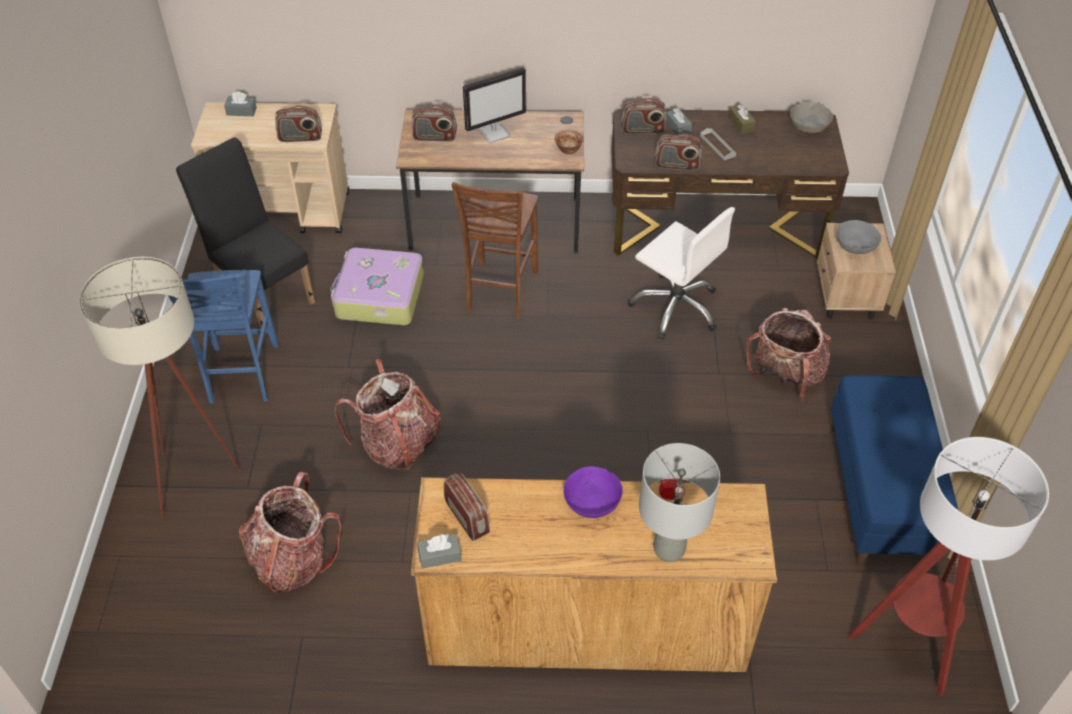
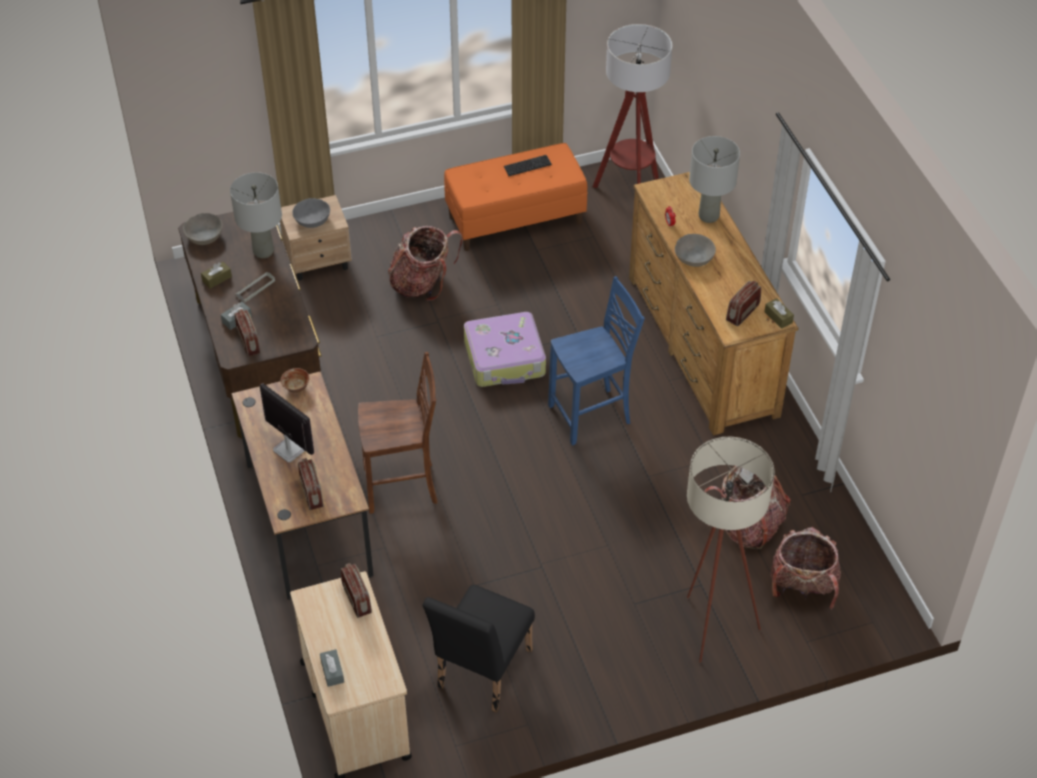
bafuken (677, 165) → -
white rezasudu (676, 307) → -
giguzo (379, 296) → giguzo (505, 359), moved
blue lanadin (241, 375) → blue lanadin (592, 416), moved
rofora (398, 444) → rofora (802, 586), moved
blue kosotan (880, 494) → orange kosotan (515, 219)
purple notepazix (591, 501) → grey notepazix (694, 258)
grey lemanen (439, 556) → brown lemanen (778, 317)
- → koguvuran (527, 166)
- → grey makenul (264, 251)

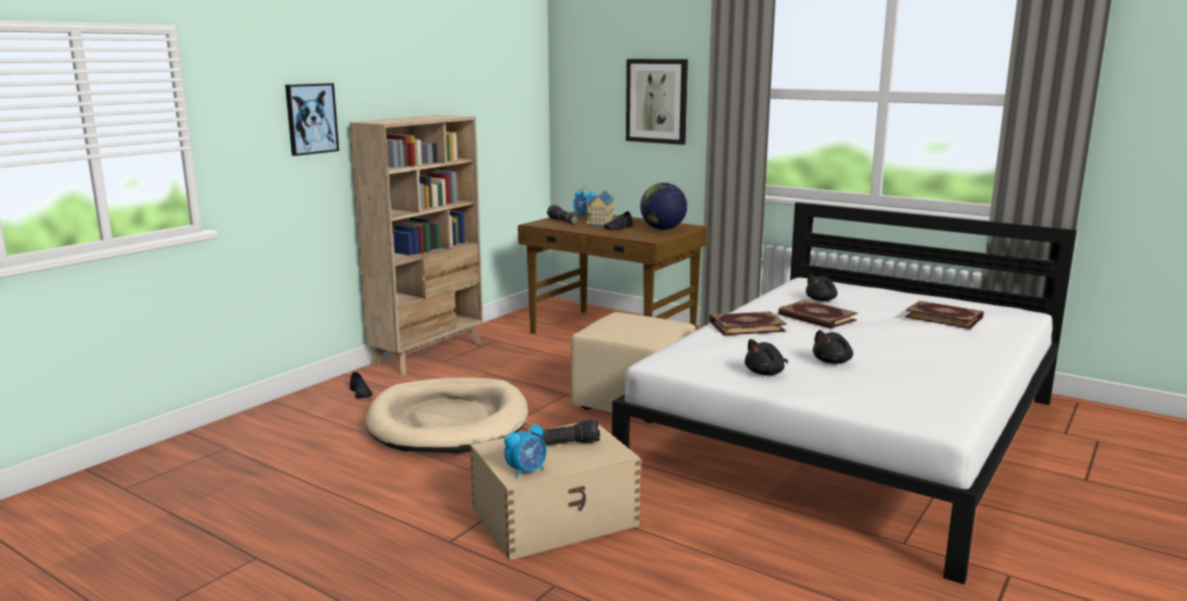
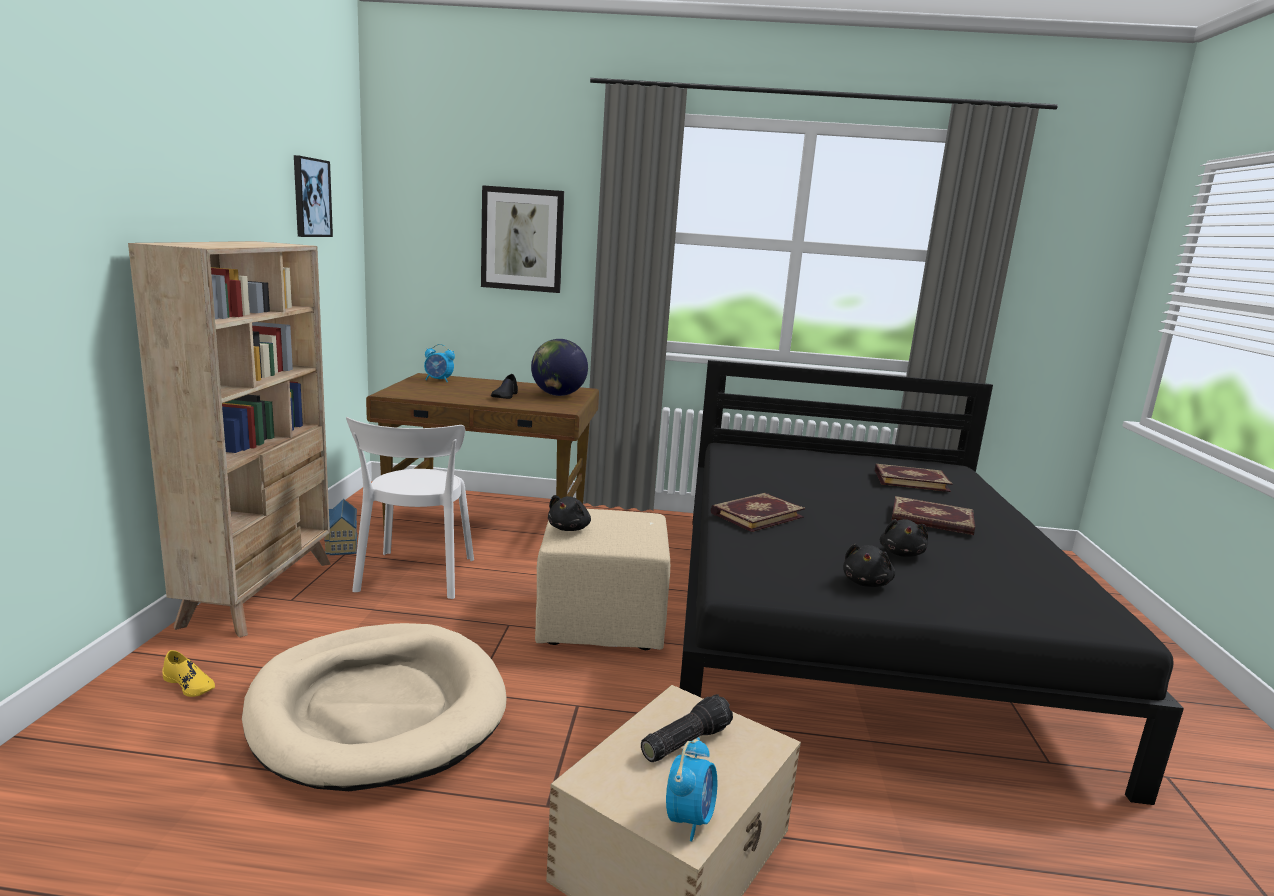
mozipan (311, 118) → mozipan (311, 197), moved
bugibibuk (599, 222) → bugibibuk (340, 544), moved
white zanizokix (852, 435) → black zanizokix (855, 621)
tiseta (562, 221) → -
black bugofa (822, 300) → black bugofa (569, 528), moved
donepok (816, 317) → donepok (931, 520), moved
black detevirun (361, 393) → yellow detevirun (189, 684)
- → white lanadin (414, 577)

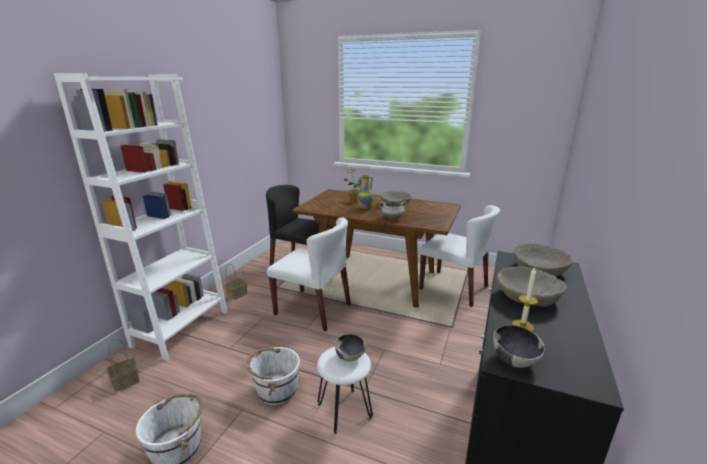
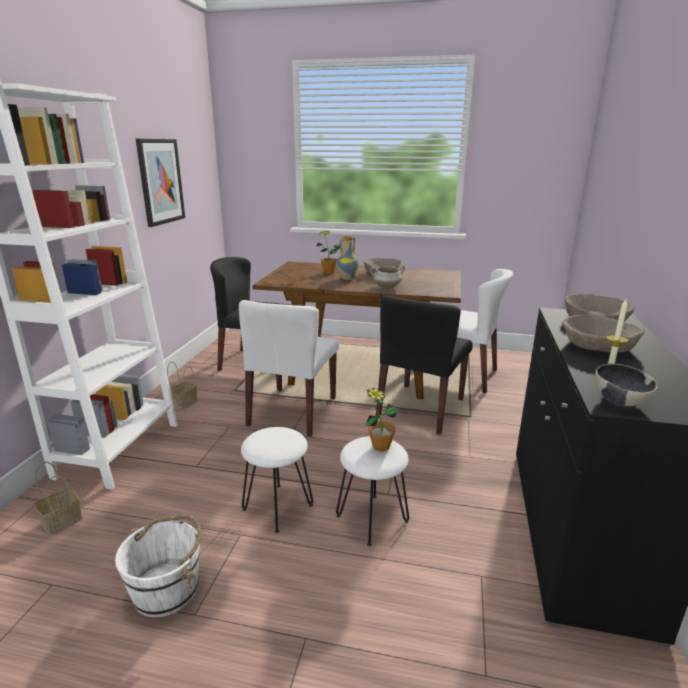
white lanadin (313, 309) → white lanadin (293, 412), 90 degrees clockwise
notepazix (350, 356) → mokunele (381, 447)
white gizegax (276, 390) → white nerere (277, 506)
- → mozipan (160, 181)
- → black lanadin (420, 408)

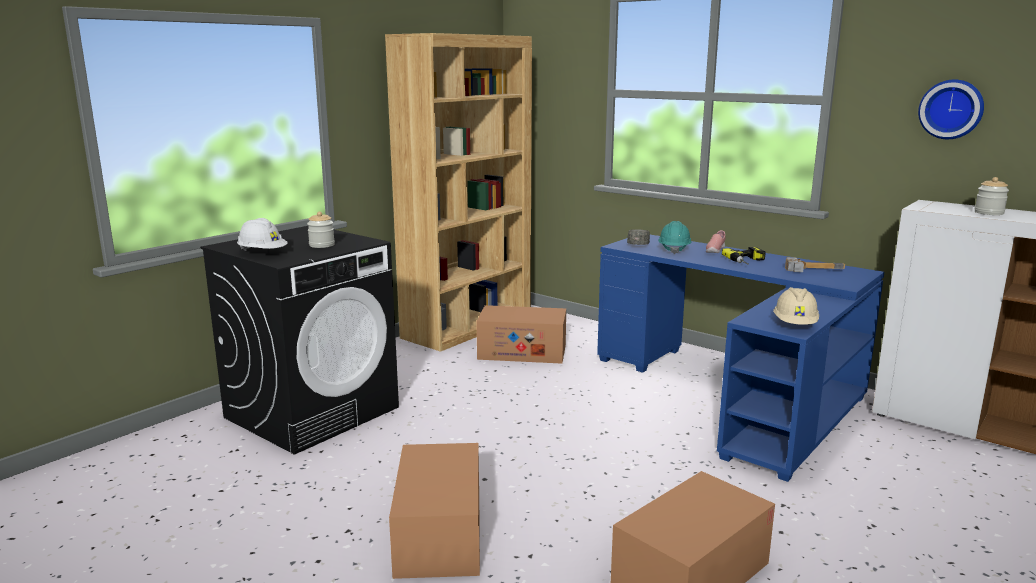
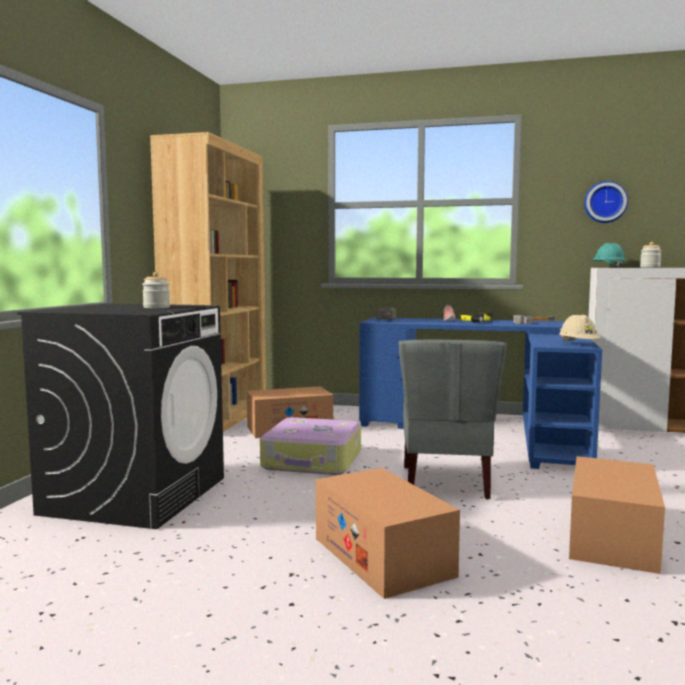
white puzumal (263, 253) → -
turquoise puzumal (674, 249) → turquoise puzumal (608, 267), moved
- → grey lanadin (447, 483)
- → giguzo (313, 460)

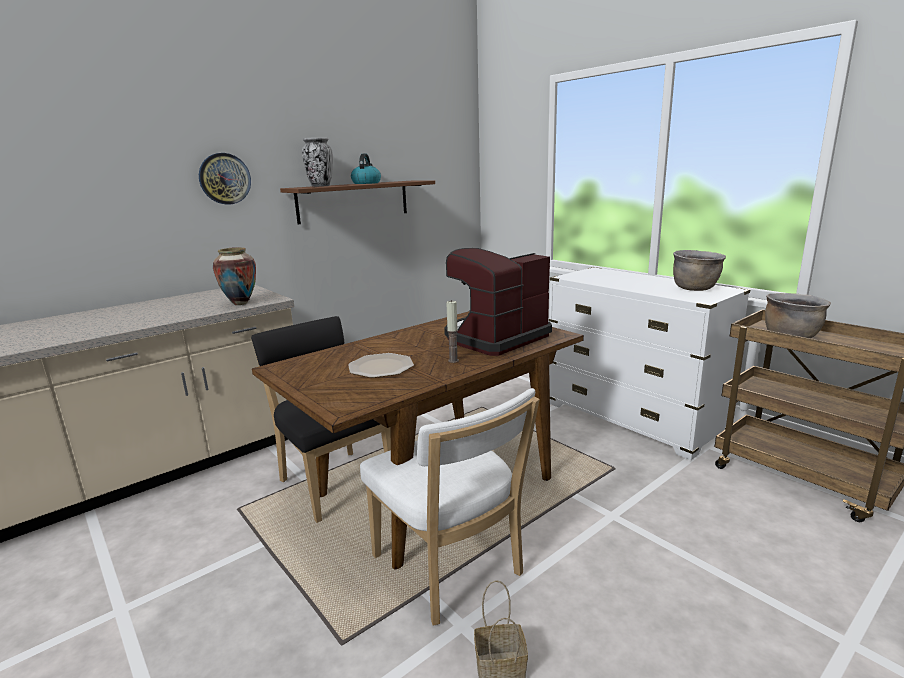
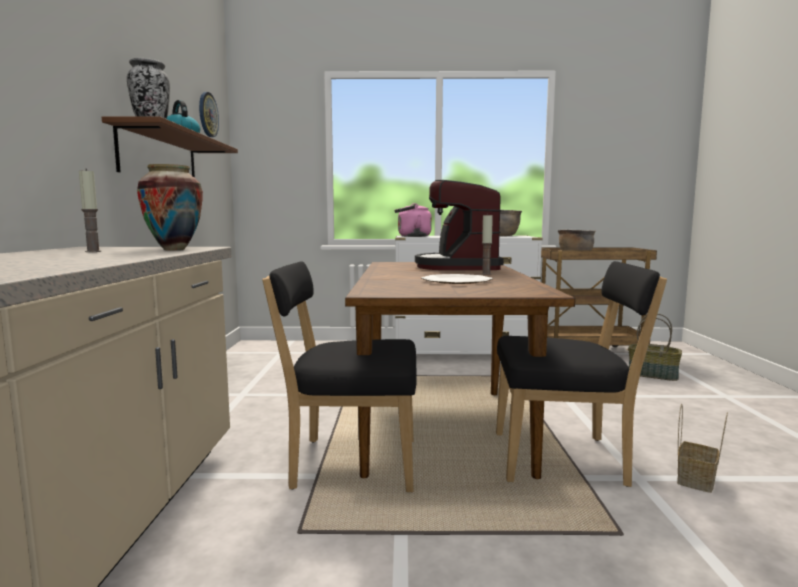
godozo (224, 179) → godozo (207, 114), moved
white lanadin (450, 569) → black lanadin (565, 459)
- → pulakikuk (93, 251)
- → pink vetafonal (412, 236)
- → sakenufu (653, 374)

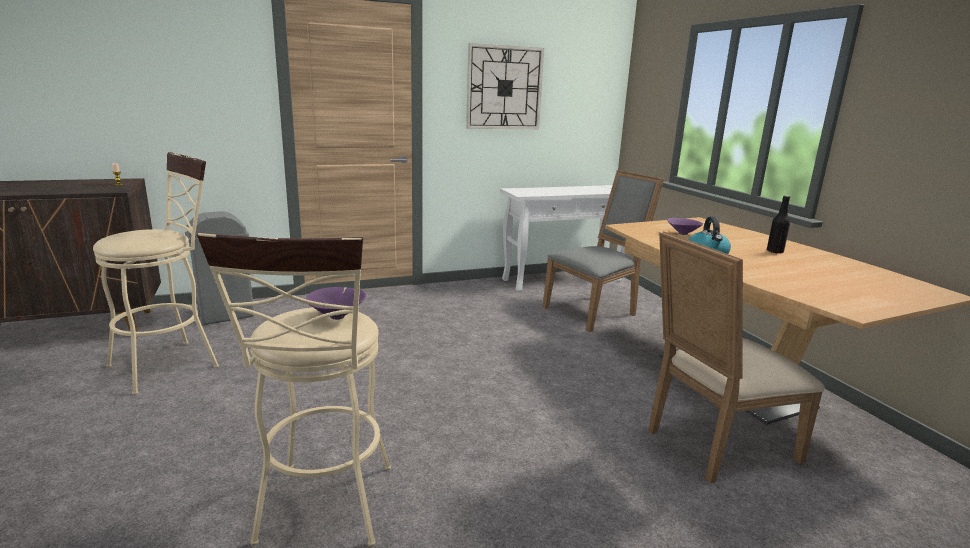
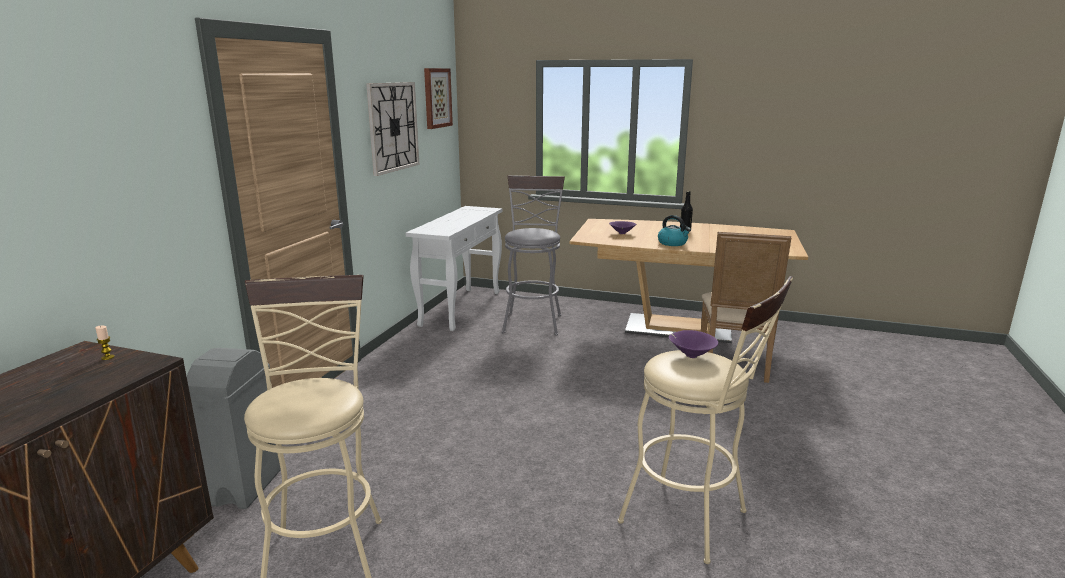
grey lanadin (594, 311) → grey nerere (532, 321)
- → mozipan (436, 98)

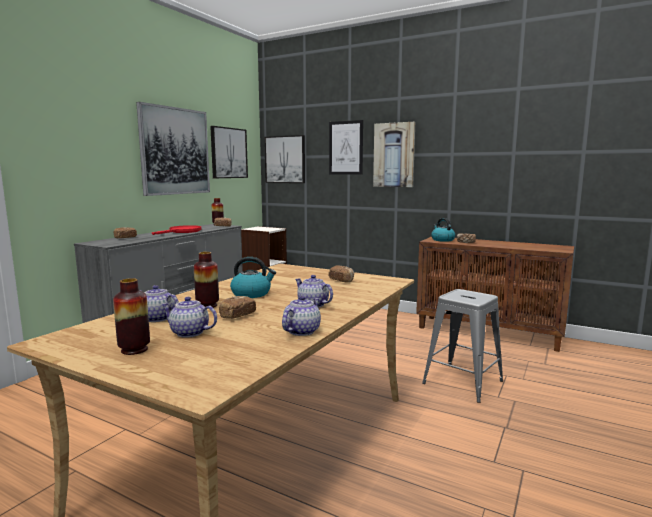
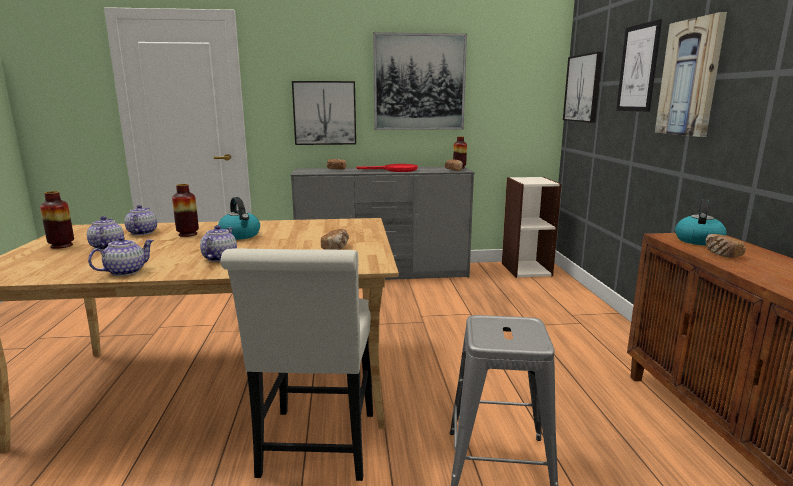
mozipan (228, 153) → mozipan (324, 113), moved
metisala (237, 316) → -
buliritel (301, 331) → buliritel (126, 271), 45 degrees counterclockwise
- → white lanadin (316, 450)

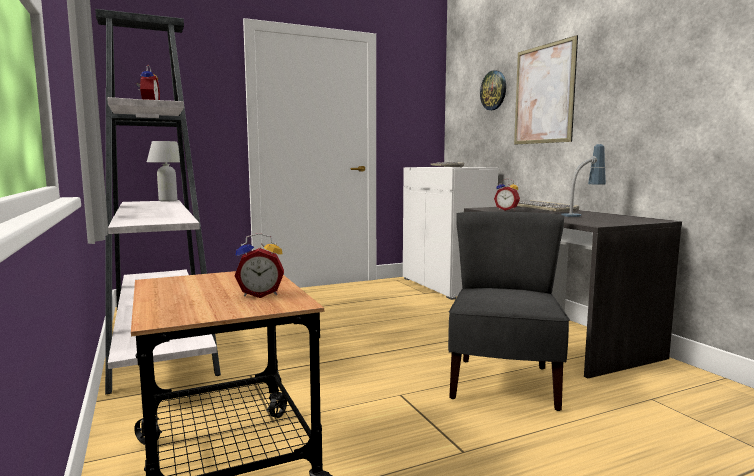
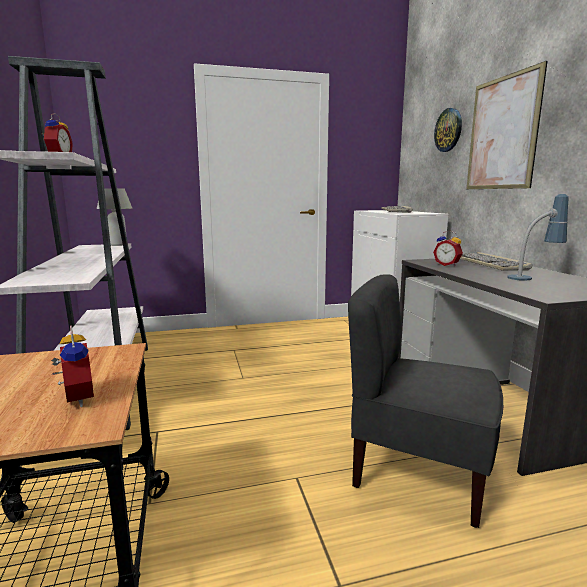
grey lanadin (503, 382) → grey lanadin (417, 472), 90 degrees counterclockwise
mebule (260, 294) → mebule (75, 399), 120 degrees counterclockwise

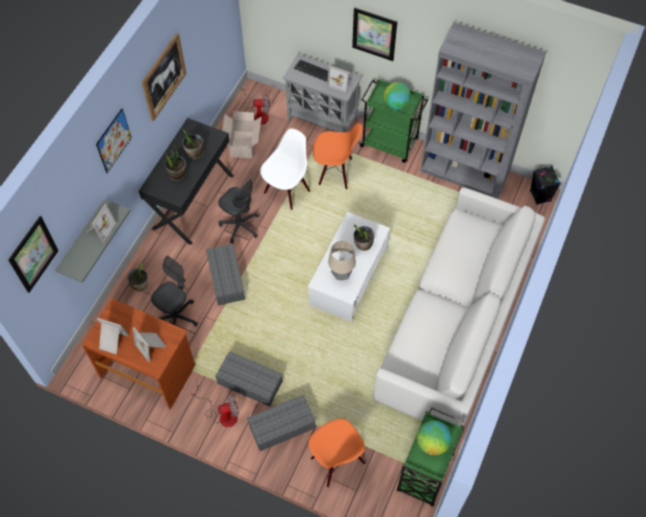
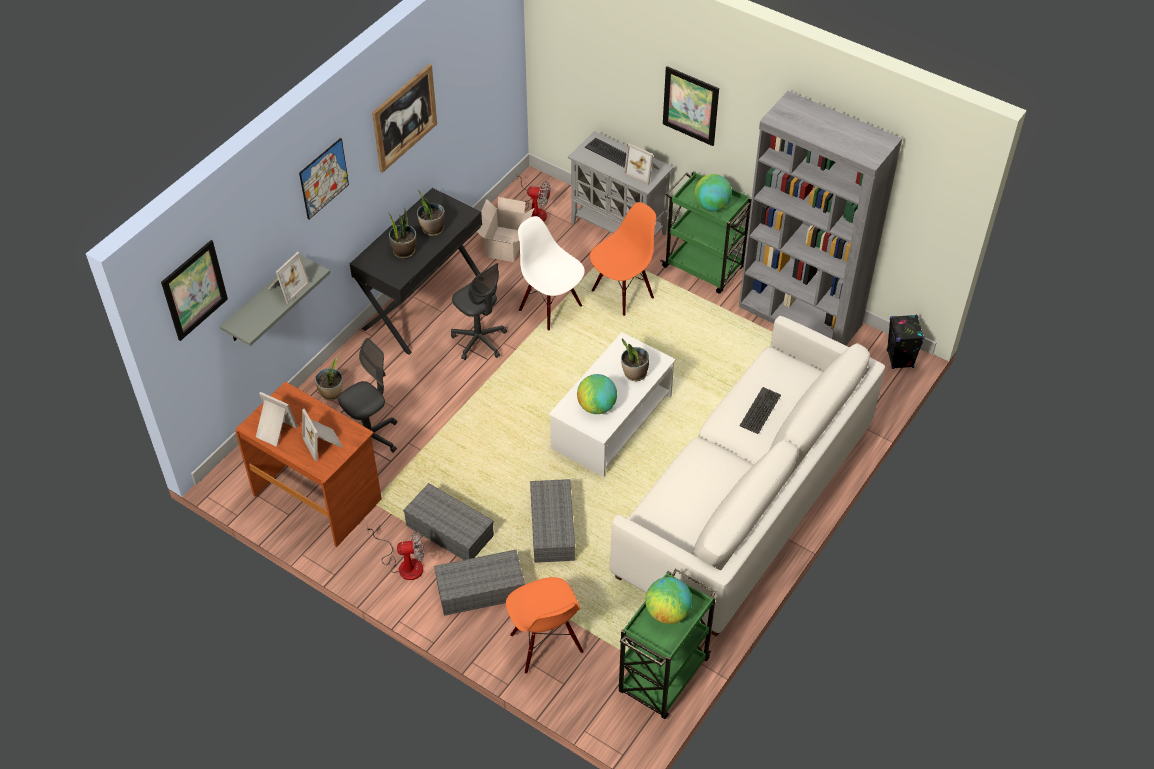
orange lanadin (335, 172) → orange lanadin (622, 293), 60 degrees counterclockwise
white lanadin (286, 191) → white lanadin (551, 307), 90 degrees counterclockwise
makenul (341, 275) → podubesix (596, 406)
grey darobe (225, 278) → grey darobe (551, 527), moved
- → koguvuran (760, 411)

